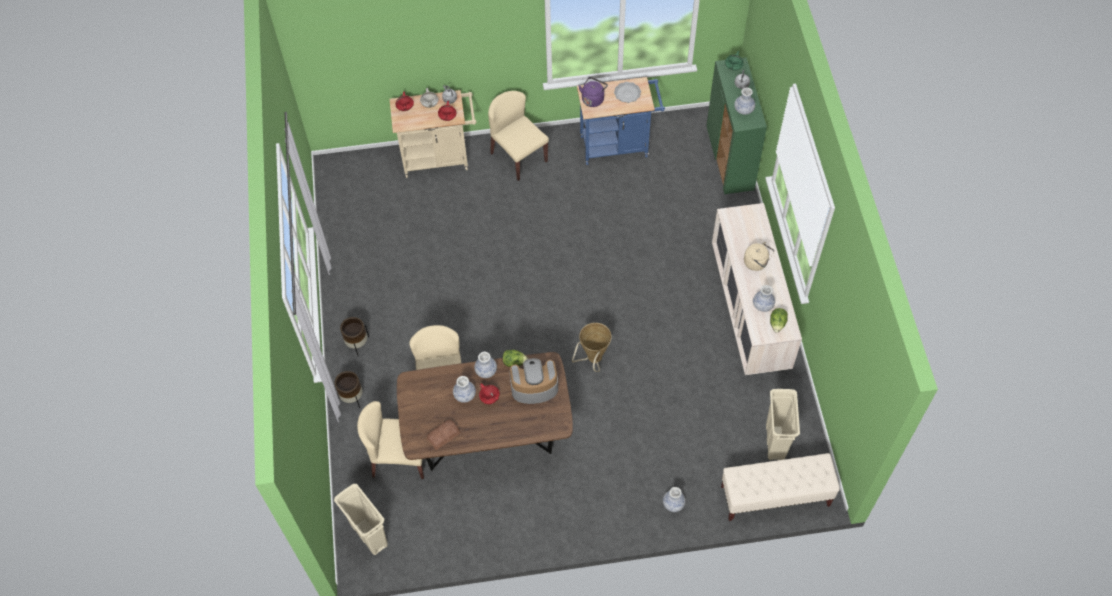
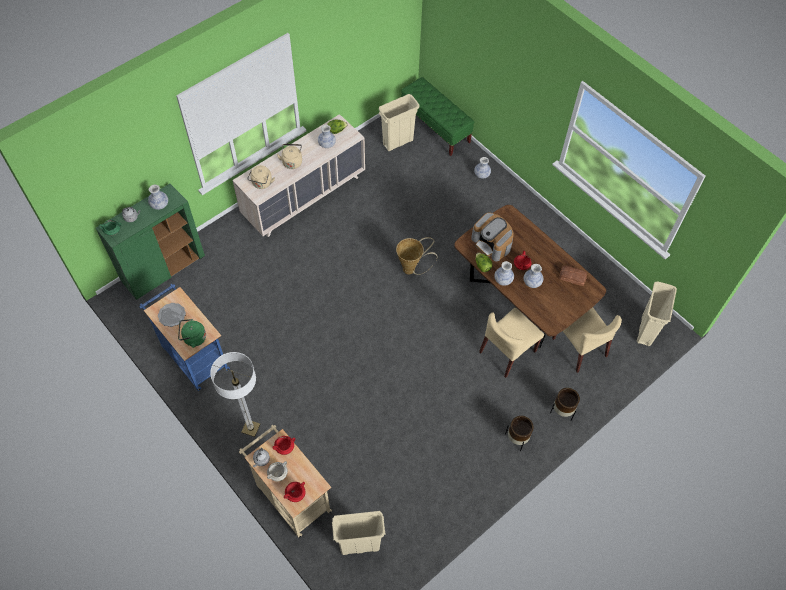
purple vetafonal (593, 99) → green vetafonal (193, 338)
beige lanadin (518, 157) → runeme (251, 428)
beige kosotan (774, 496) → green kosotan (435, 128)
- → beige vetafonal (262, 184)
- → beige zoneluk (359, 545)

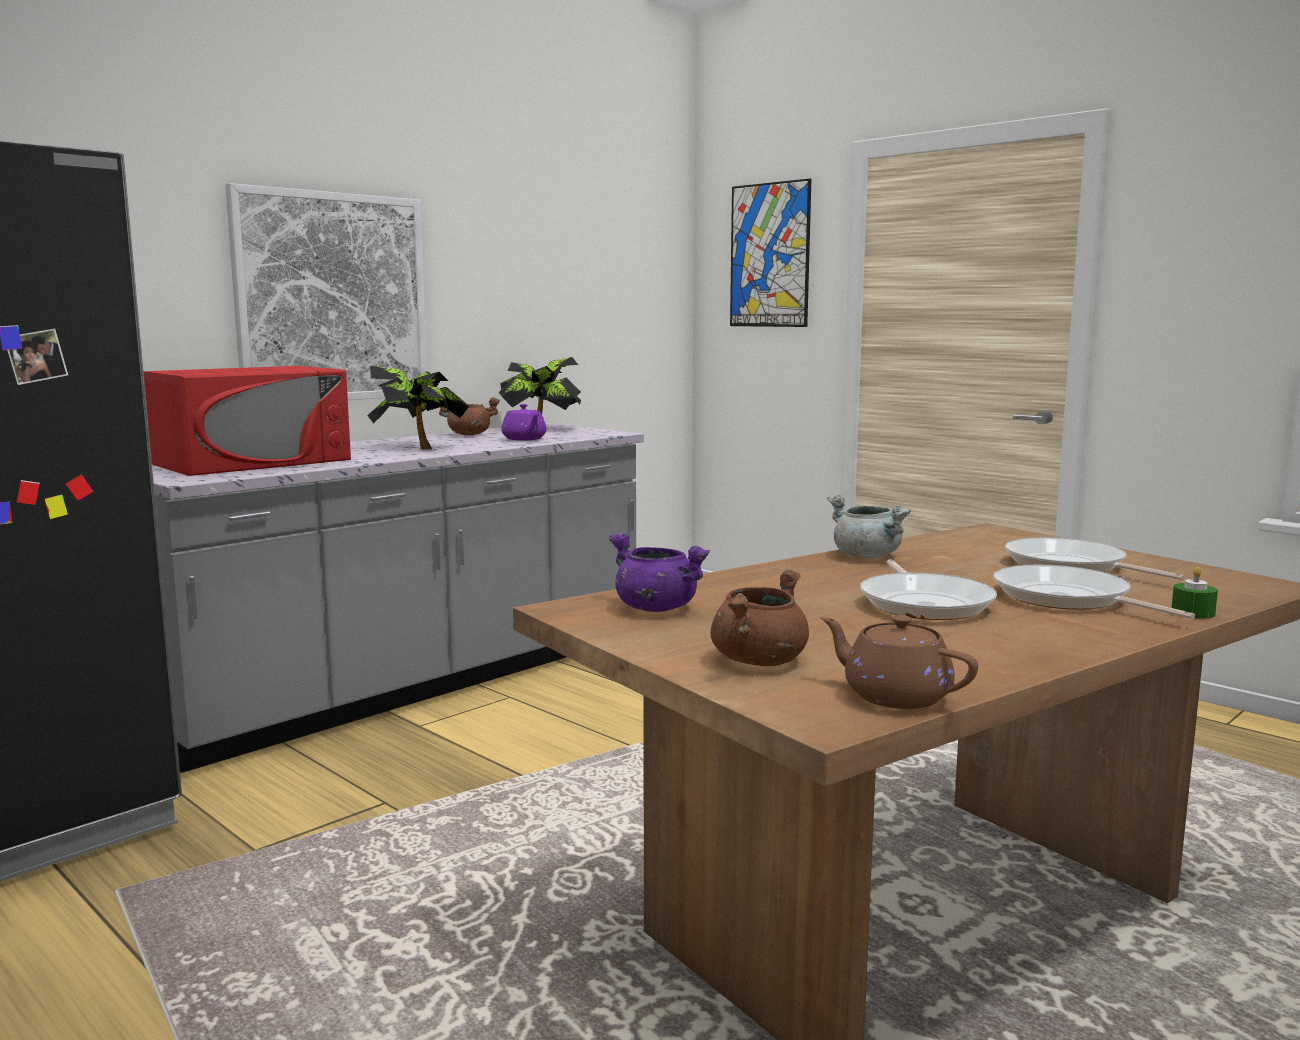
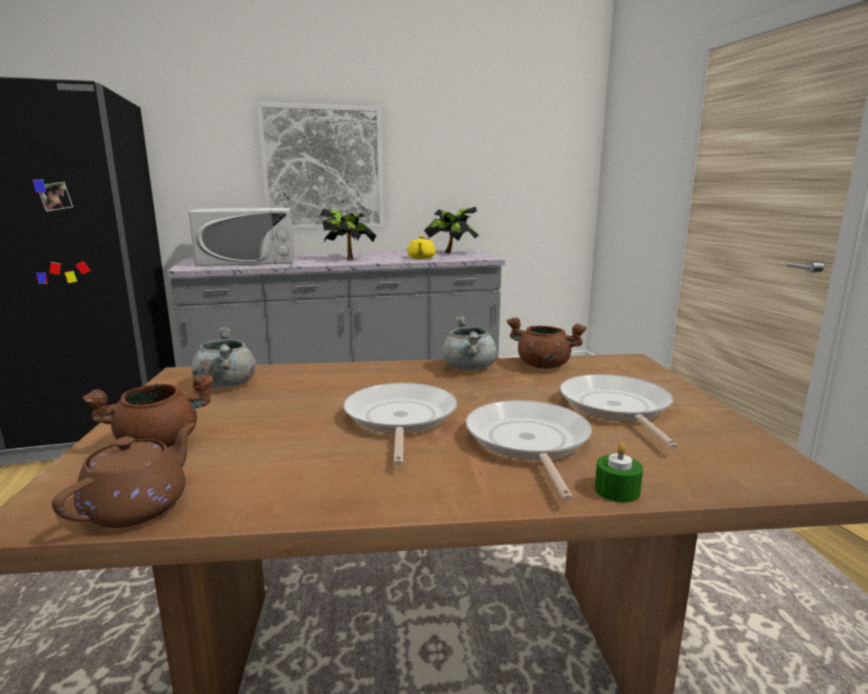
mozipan (769, 255) → -
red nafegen (252, 461) → white nafegen (248, 260)
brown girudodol (468, 435) → brown girudodol (542, 366), moved
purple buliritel (524, 439) → yellow buliritel (421, 258)
purple girudodol (655, 608) → grey girudodol (226, 384)
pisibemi (924, 603) → pisibemi (399, 419), 150 degrees clockwise
brown buliritel (894, 696) → brown buliritel (138, 507), 45 degrees clockwise

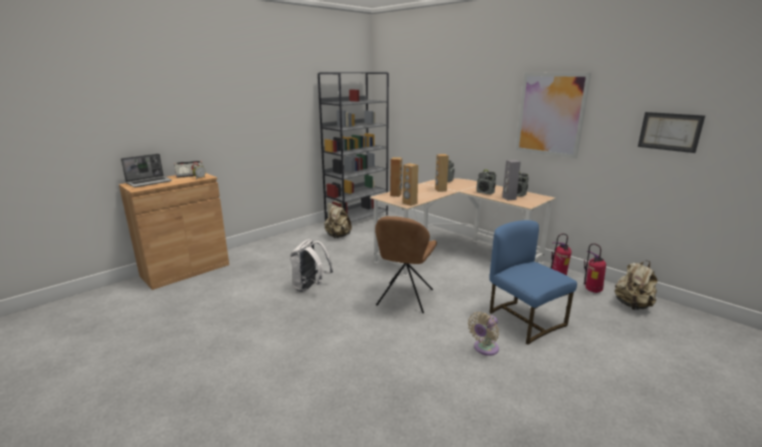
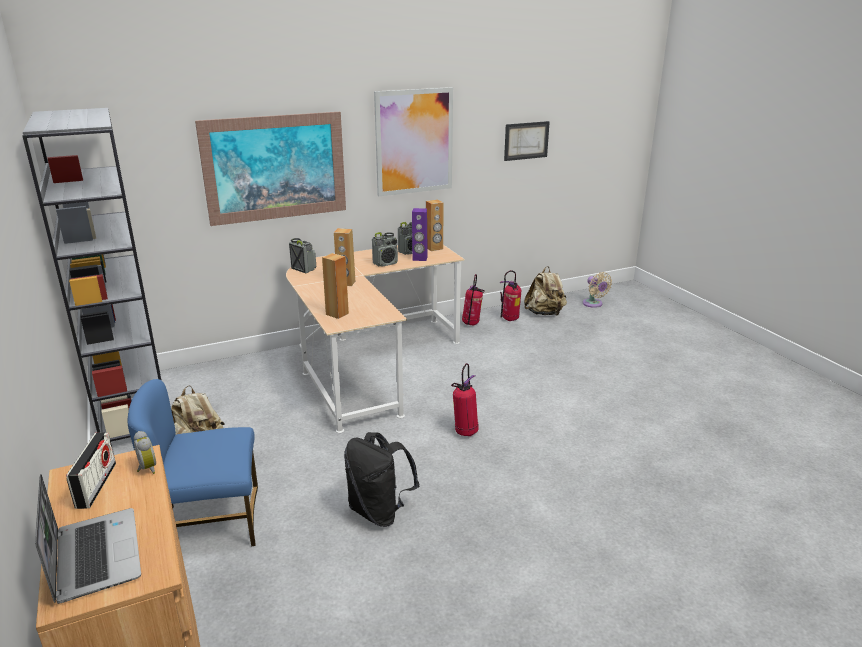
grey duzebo (509, 198) → purple duzebo (420, 258)
brown duzebo (409, 203) → brown duzebo (434, 248), moved
brown lanadin (404, 298) → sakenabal (465, 432)
blue lanadin (524, 320) → blue lanadin (211, 520), moved
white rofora (310, 287) → black rofora (379, 511)
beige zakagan (484, 349) → beige zakagan (593, 304), moved
- → mozipan (275, 168)

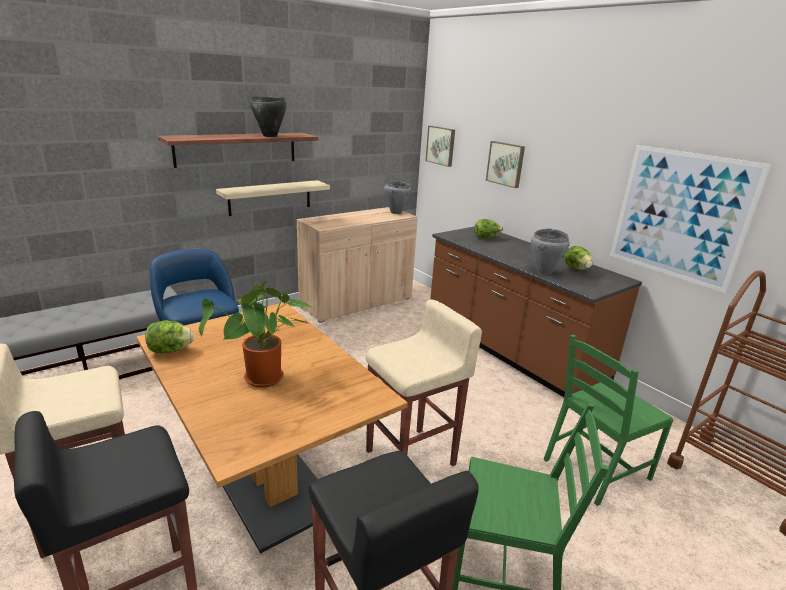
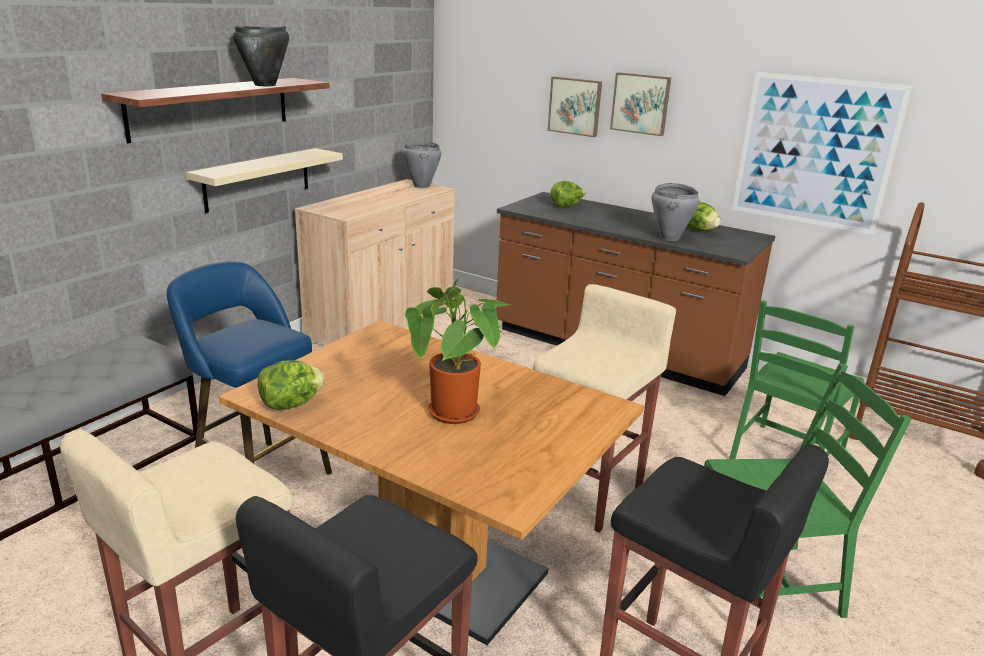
mozipan (441, 145) → mozipan (641, 103), moved

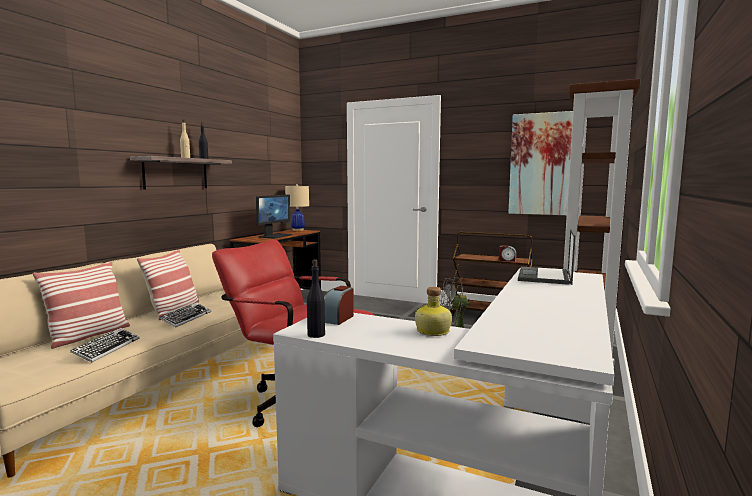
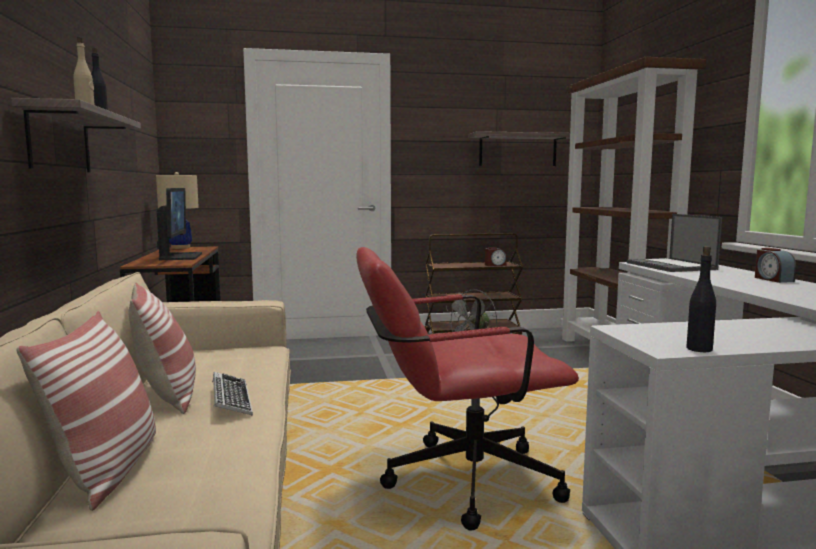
mozipan (545, 164) → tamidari (518, 150)
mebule (338, 318) → mebule (772, 279), moved
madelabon (433, 332) → -
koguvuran (107, 349) → -

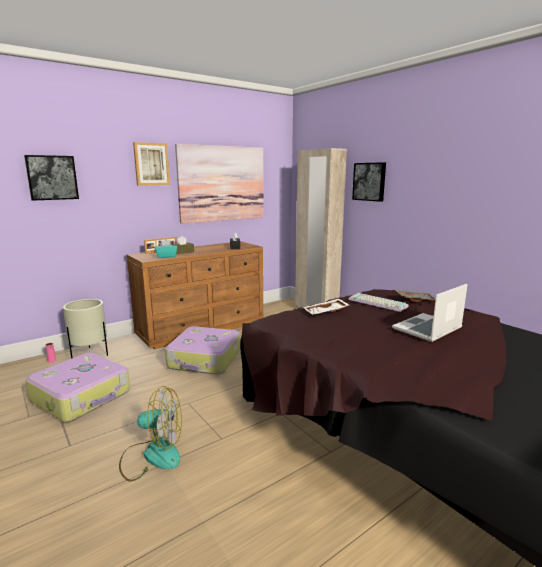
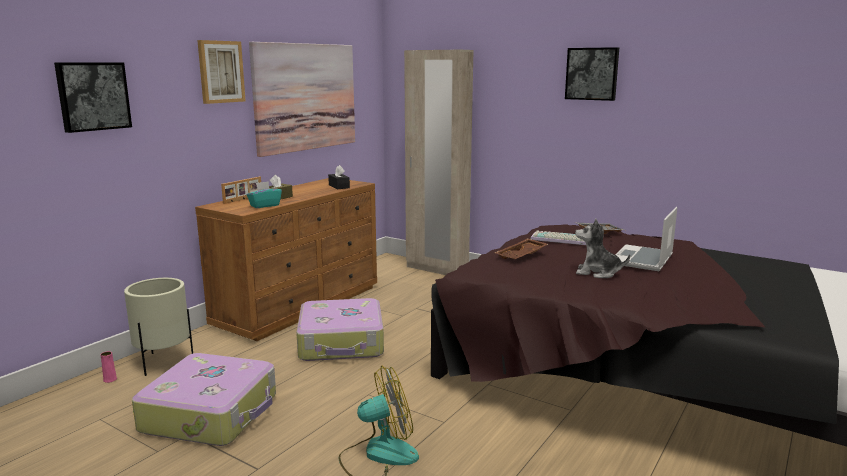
mozipan (369, 181) → mozipan (592, 74), moved
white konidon (326, 312) → brown konidon (522, 256)
- → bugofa (597, 273)

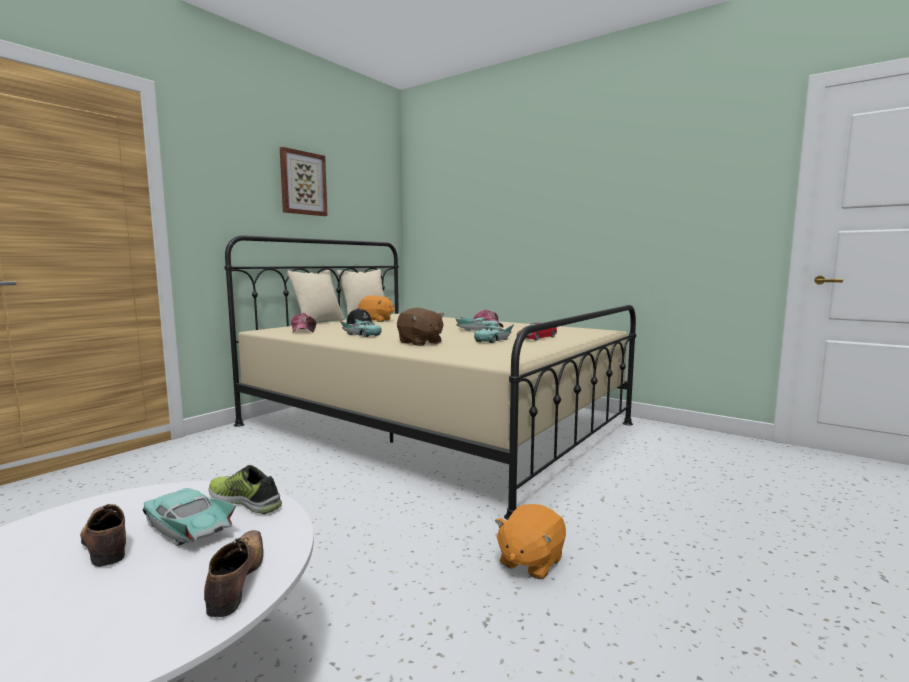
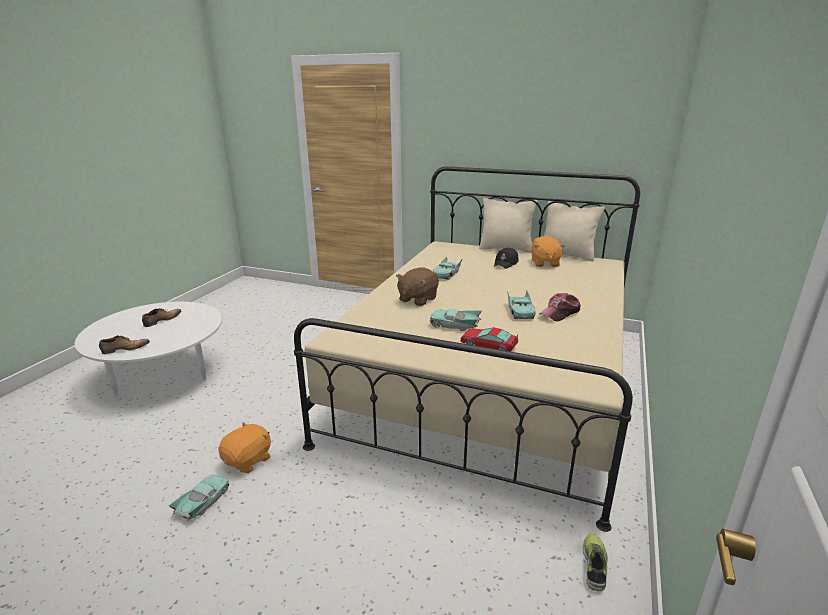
mozipan (303, 183) → -
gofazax (304, 331) → -
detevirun (246, 501) → detevirun (595, 565), moved
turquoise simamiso (188, 529) → turquoise simamiso (203, 502), moved
orange bugofa (530, 561) → orange bugofa (248, 460), 105 degrees clockwise

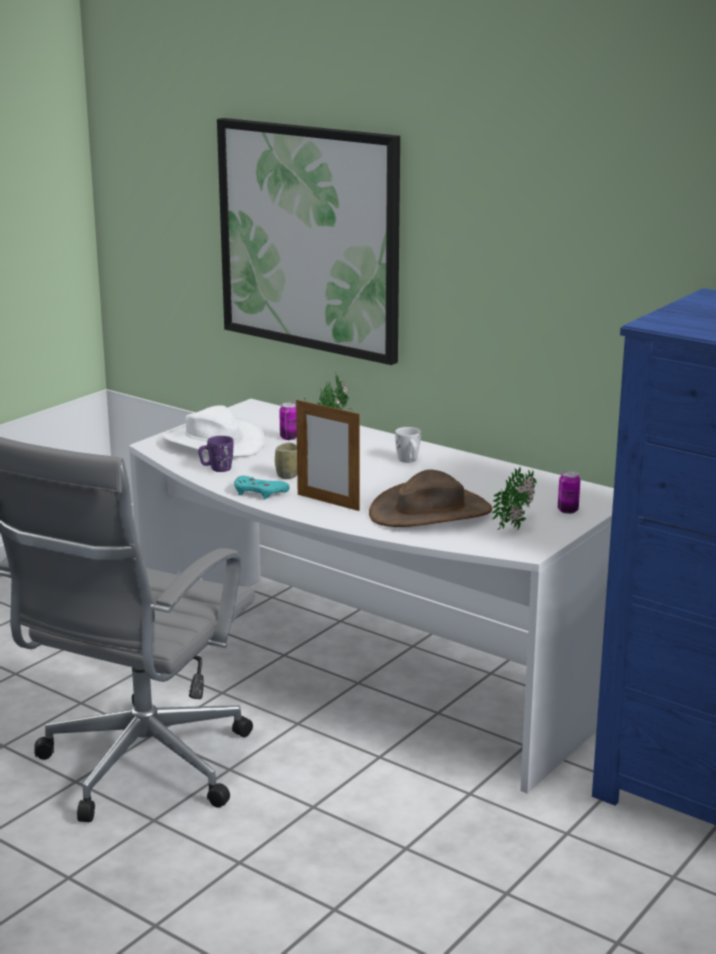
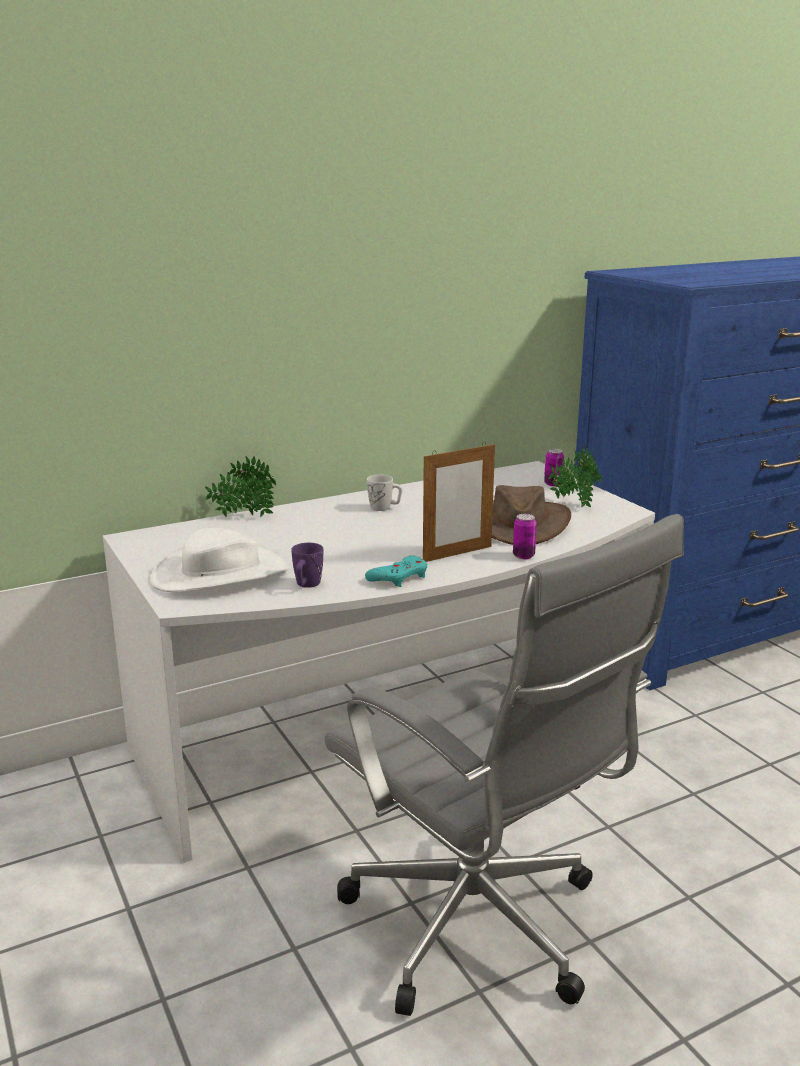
mozipan (309, 238) → -
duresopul (289, 437) → duresopul (523, 556), moved
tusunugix (287, 475) → -

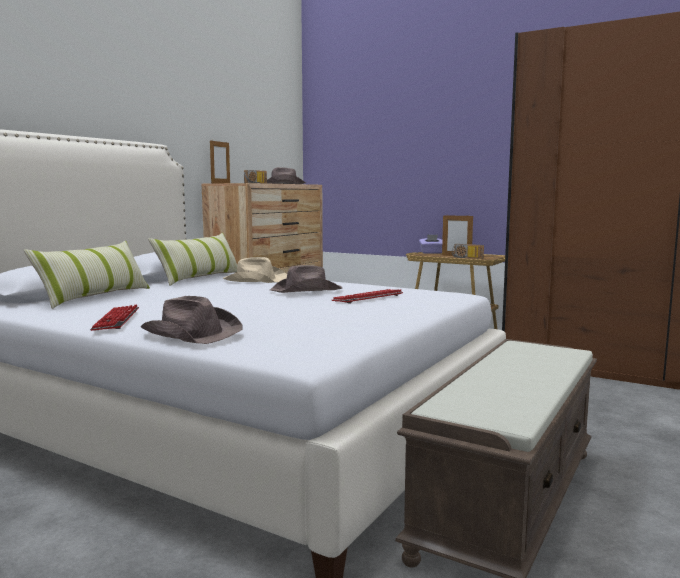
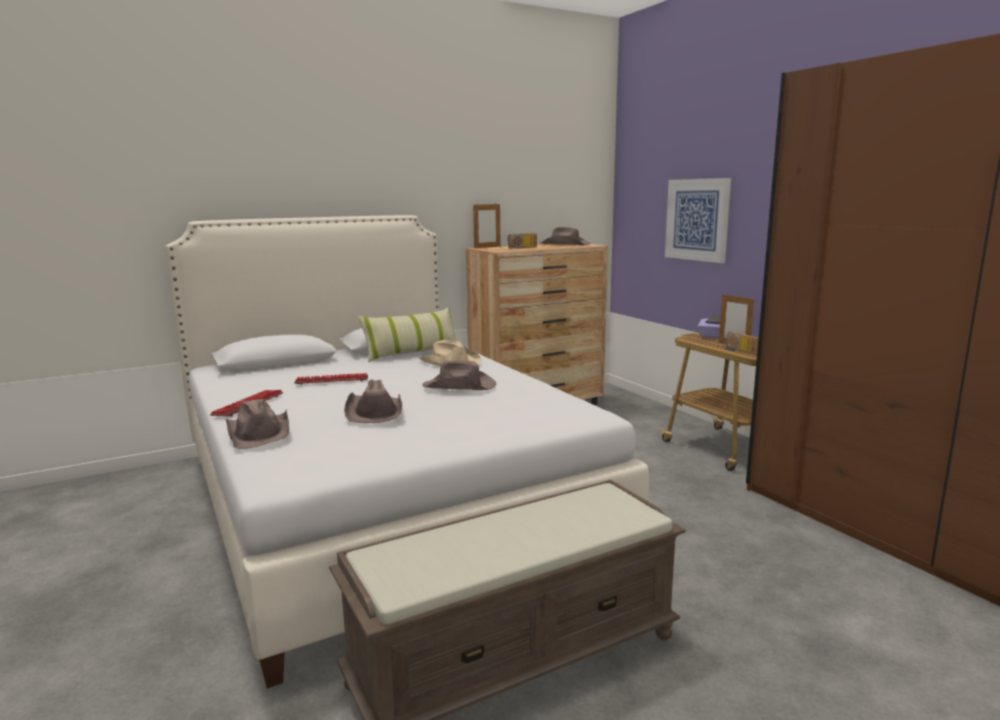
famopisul (95, 297) → -
koguvuran (368, 298) → koguvuran (332, 380), moved
- → mozipan (697, 219)
- → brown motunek (374, 411)

